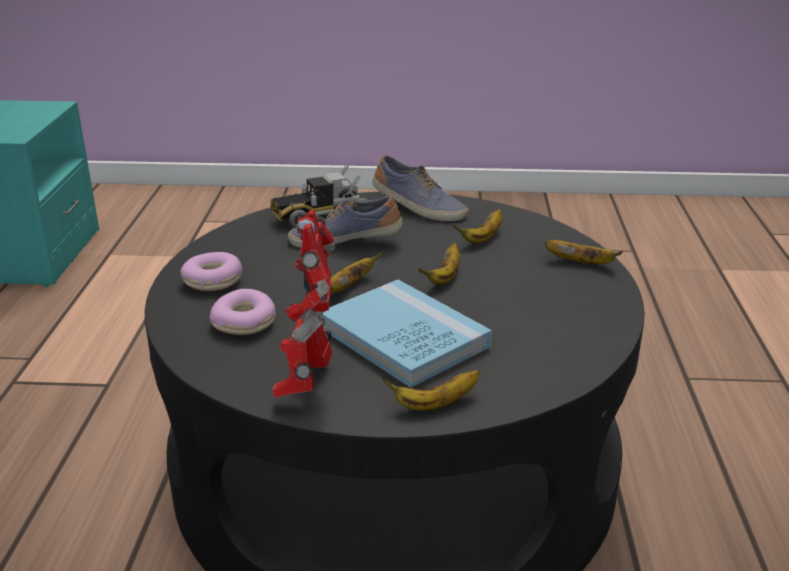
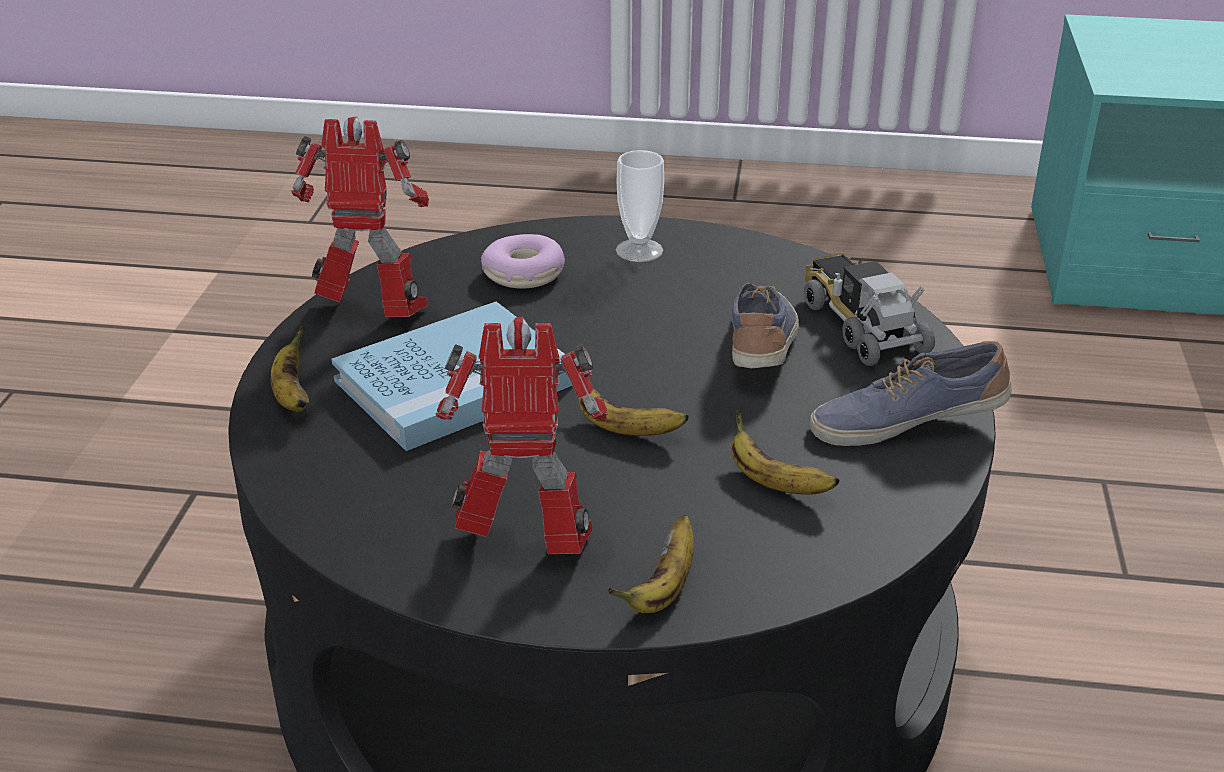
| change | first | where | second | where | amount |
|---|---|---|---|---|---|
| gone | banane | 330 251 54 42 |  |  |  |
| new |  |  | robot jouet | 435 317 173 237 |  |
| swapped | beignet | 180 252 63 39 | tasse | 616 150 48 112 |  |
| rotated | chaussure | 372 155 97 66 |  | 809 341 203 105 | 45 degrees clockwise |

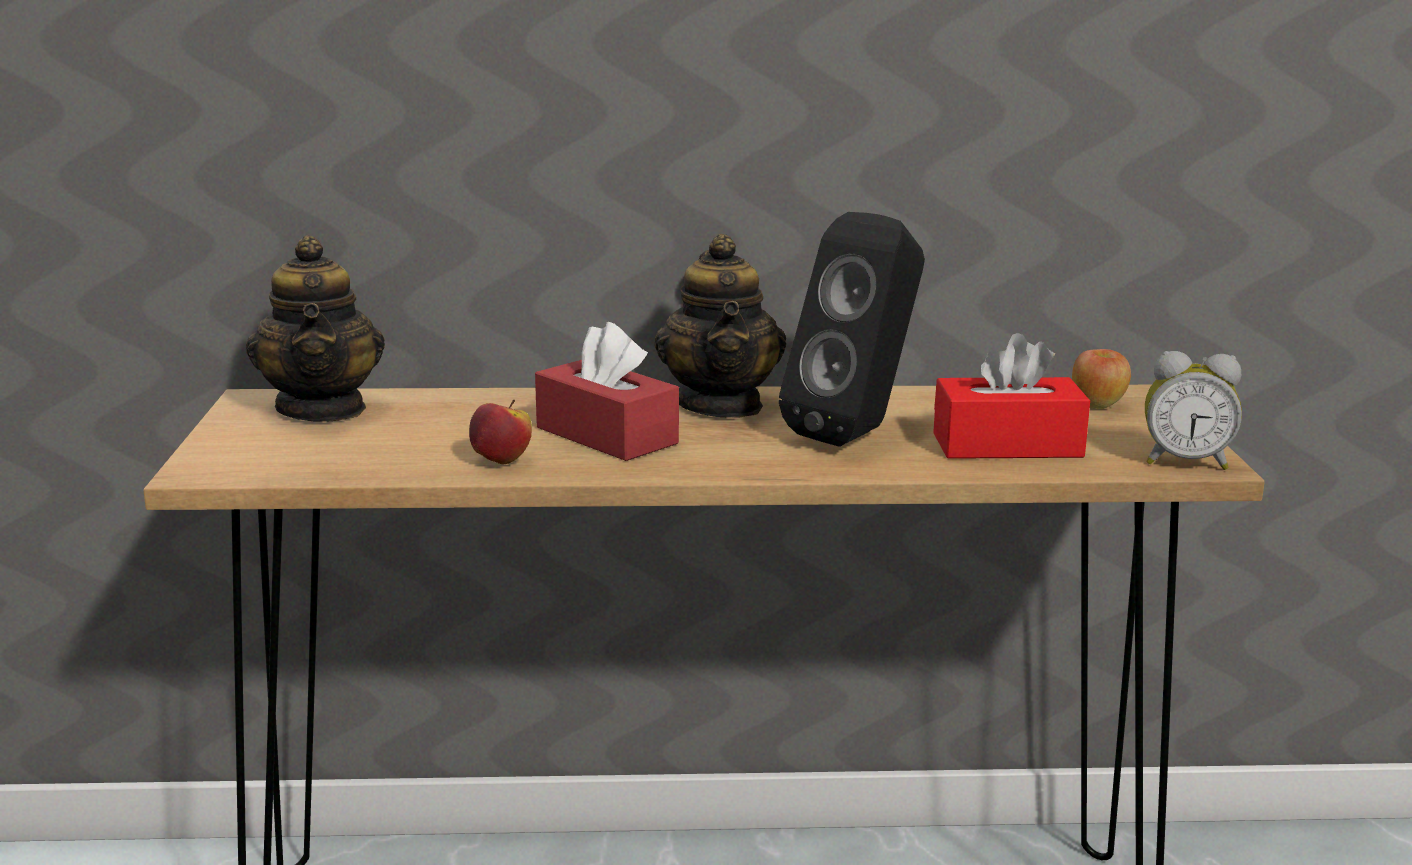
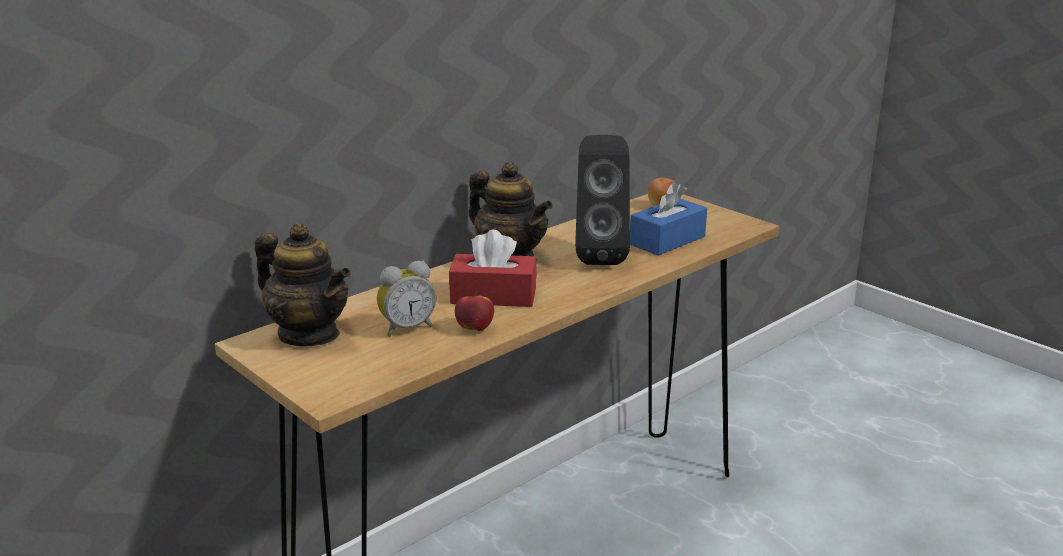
| change | first | where | second | where | amount |
|---|---|---|---|---|---|
| shifted | réveil | 1145 351 97 119 |  | 377 261 59 76 |  |
| repainted | boîte à mouchoirs (rouge) | 933 333 157 126 | boîte à mouchoirs (bleu) | 630 182 77 73 |  |

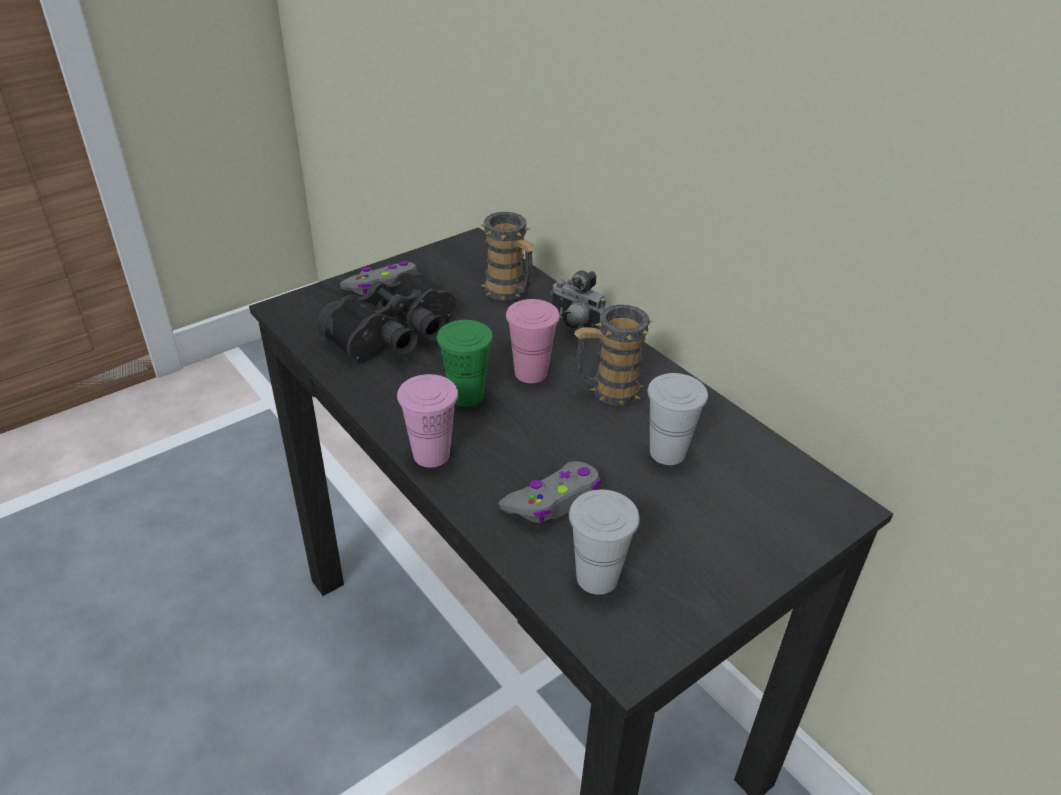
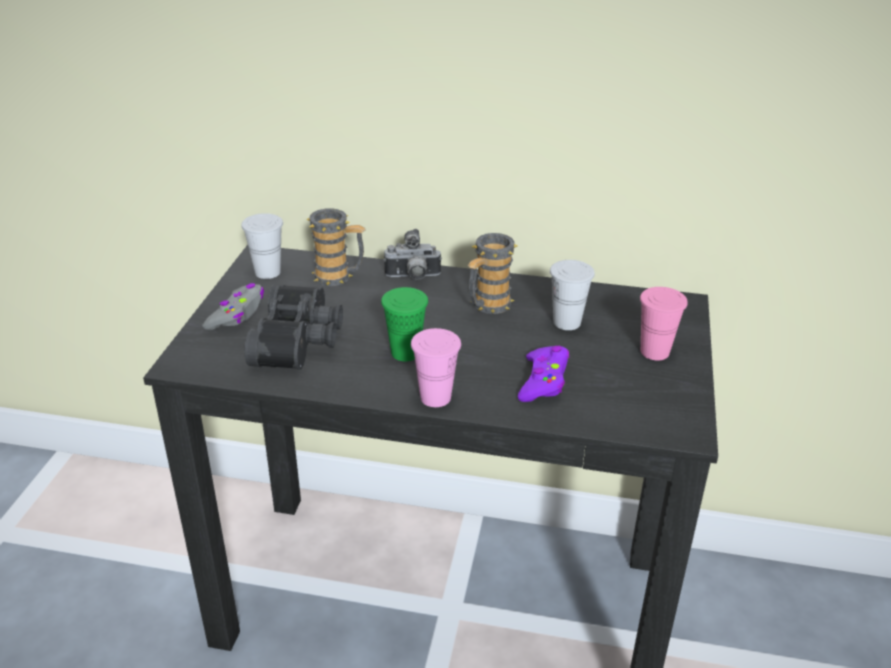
| change | first | where | second | where | amount |
|---|---|---|---|---|---|
| shifted | tasse (rose) | 506 299 54 84 |  | 640 287 48 73 |  |
| shifted | tasse (blanc) | 569 490 71 105 |  | 241 213 42 66 |  |
| repainted | manette (gris) | 498 461 103 62 | manette (violet) | 518 346 51 56 |  |

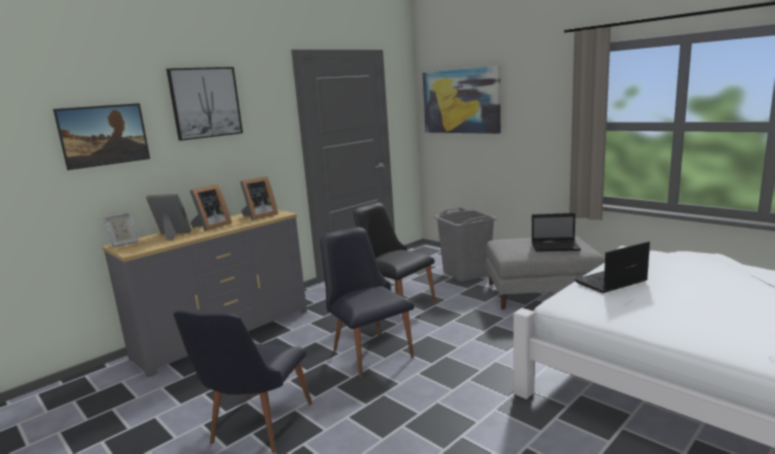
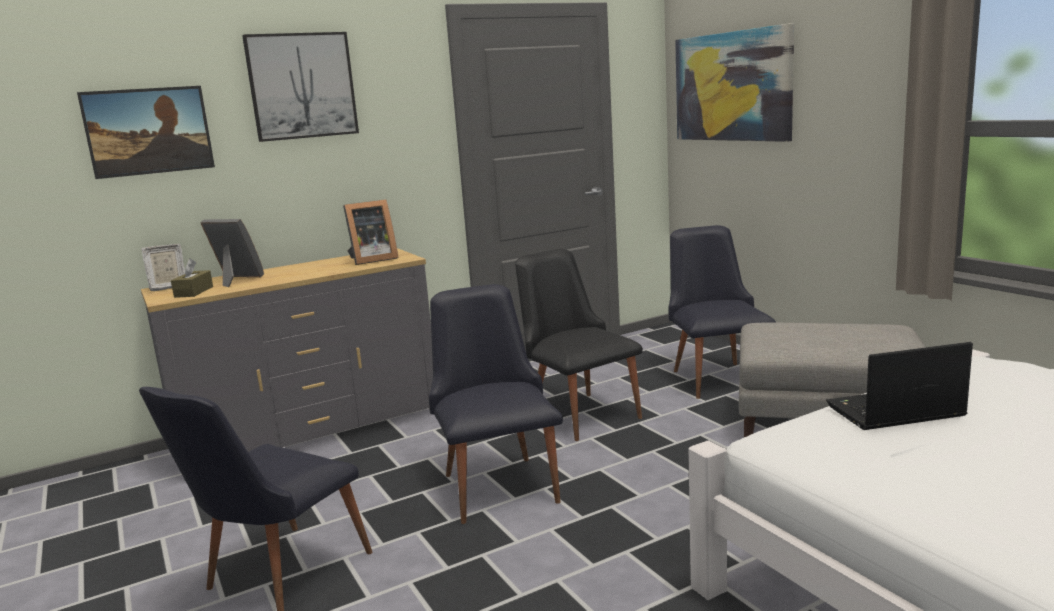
| change | first | where | second | where | amount |
|---|---|---|---|---|---|
| gone | cadre photo | 190 184 42 47 |  |  |  |
| gone | ordinateur portable | 531 213 50 39 |  |  |  |
| new |  |  | boîte à mouchoirs (marron) | 171 259 42 39 |  |
| swapped | panier à linge (gris) | 433 207 65 75 | chaise (noir) | 668 225 108 174 |  |

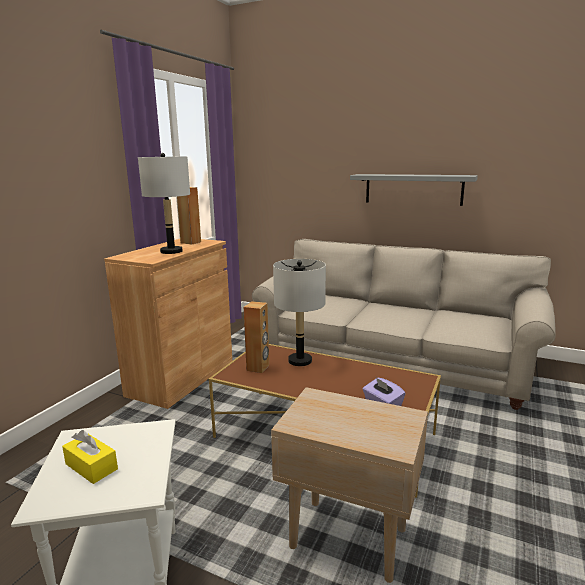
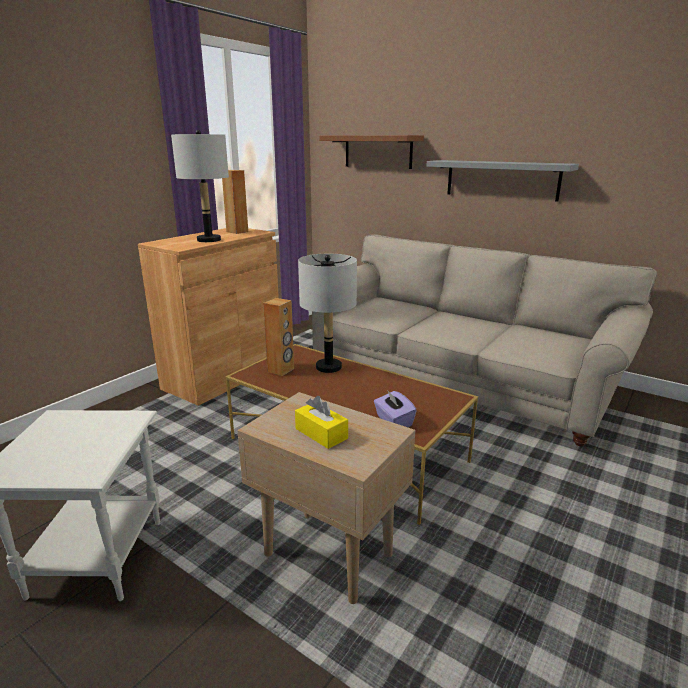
| change | first | where | second | where | amount |
|---|---|---|---|---|---|
| new |  |  | étagère (marron) | 319 135 105 34 |  |
| shifted | boîte à mouchoirs (jaune) | 62 430 56 54 |  | 295 396 53 53 |  |

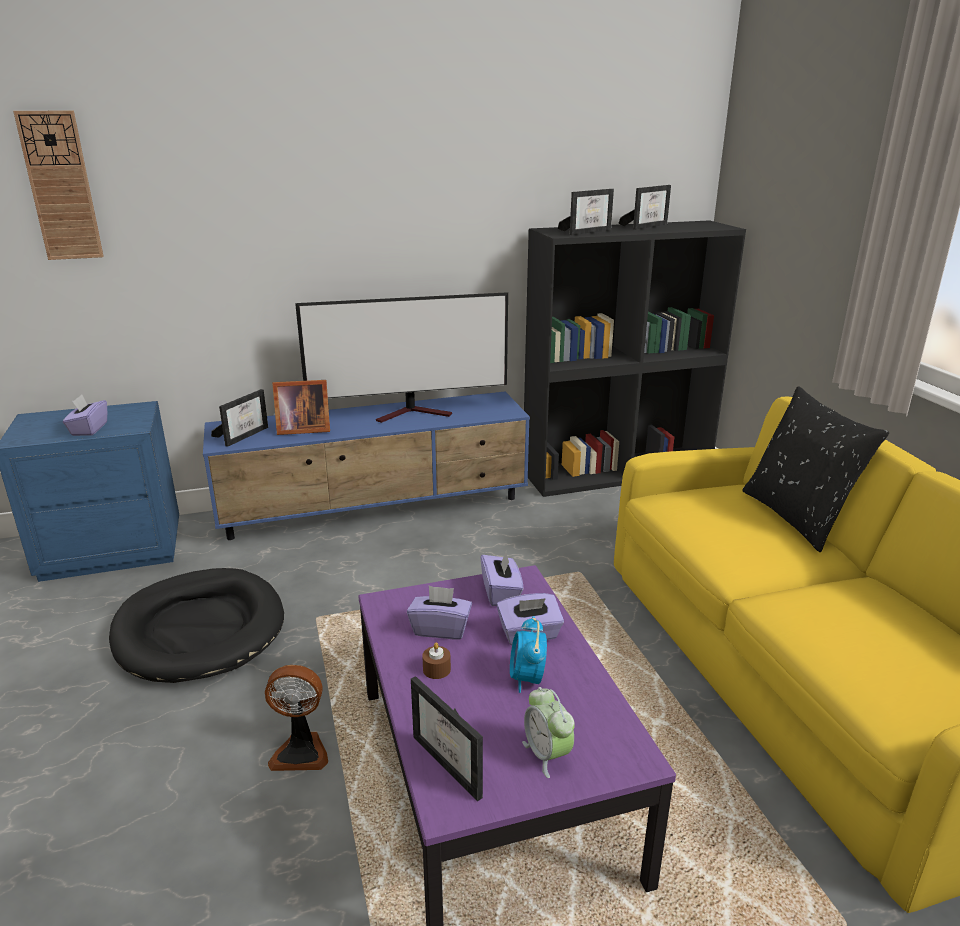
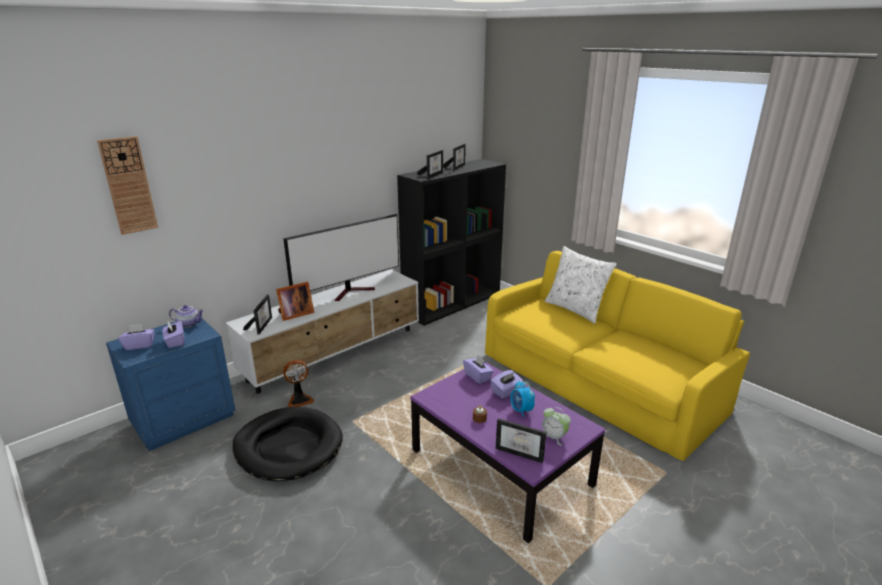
| change | first | where | second | where | amount |
|---|---|---|---|---|---|
| new |  |  | théière | 169 305 35 23 |  |
| shifted | ventilateur | 265 665 63 106 |  | 283 360 31 47 |  |
| shifted | boîte à mouchoirs (violet) | 407 586 65 53 |  | 119 324 36 26 |  |
| repainted | meuble télé (bleu) | 203 392 327 148 | meuble télé (blanc) | 226 269 193 125 |  |
| repainted | coussin (noir) | 742 386 147 166 | coussin (blanc) | 545 246 72 78 |  |

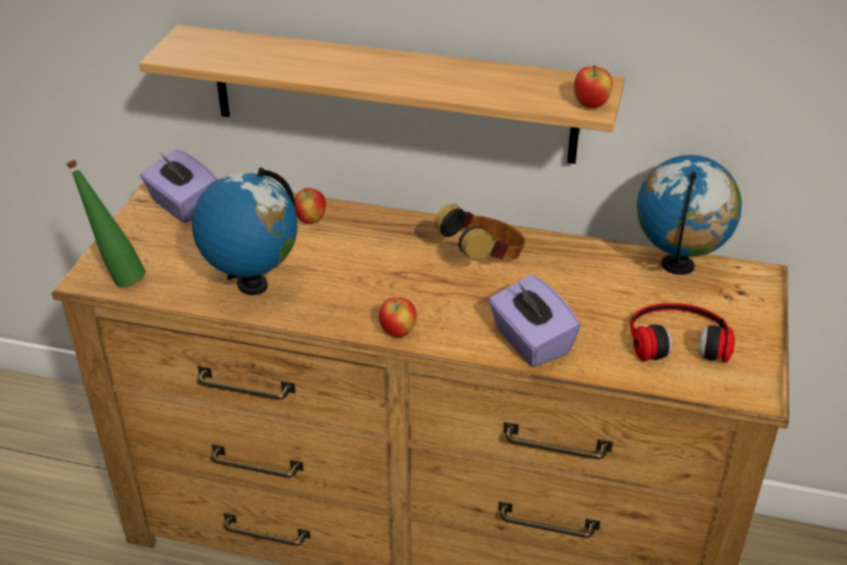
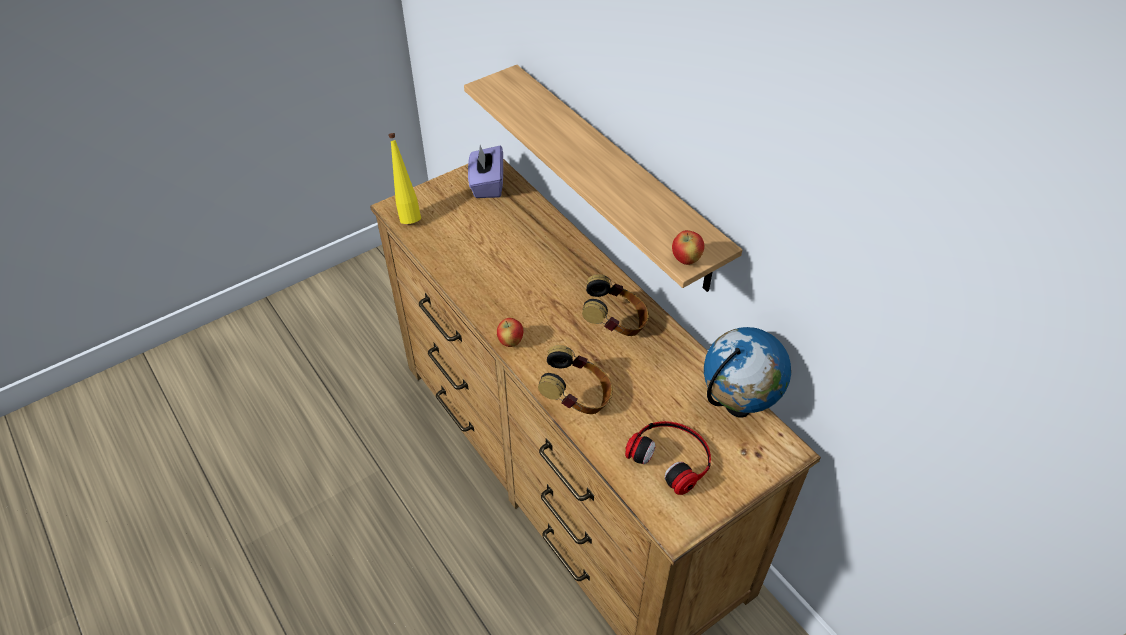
| change | first | where | second | where | amount |
|---|---|---|---|---|---|
| gone | globe | 192 167 106 128 |  |  |  |
| gone | pomme | 295 188 31 36 |  |  |  |
| swapped | boîte à mouchoirs (violet) | 488 275 93 92 | casque audio | 538 345 75 69 |  |
| repainted | bouteille (vert) | 66 160 80 127 | bouteille (jaune) | 388 133 33 91 |  |

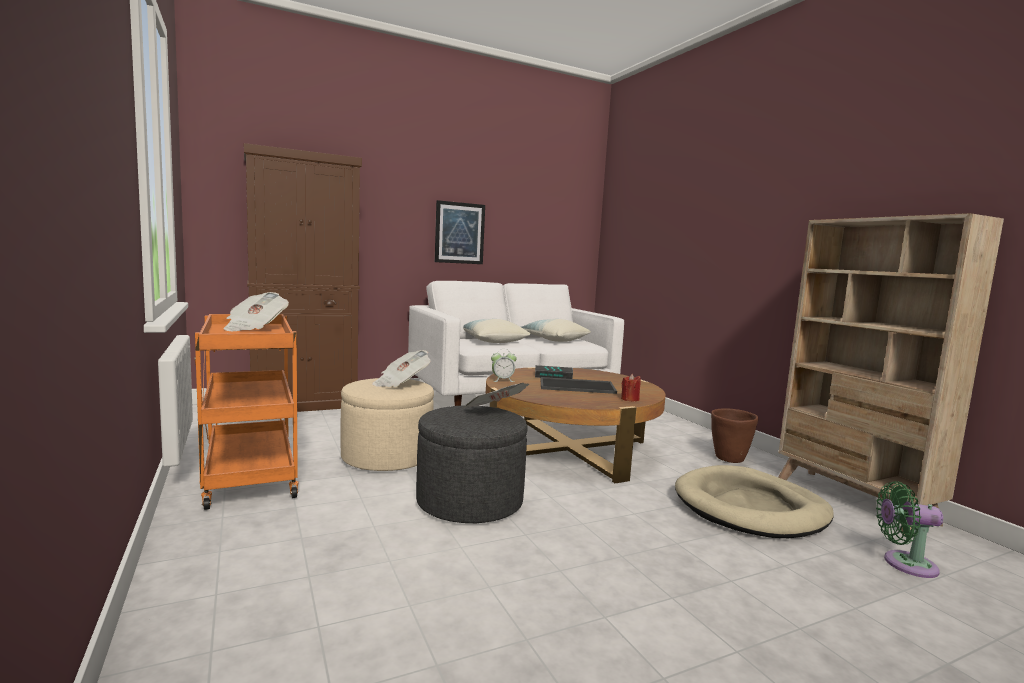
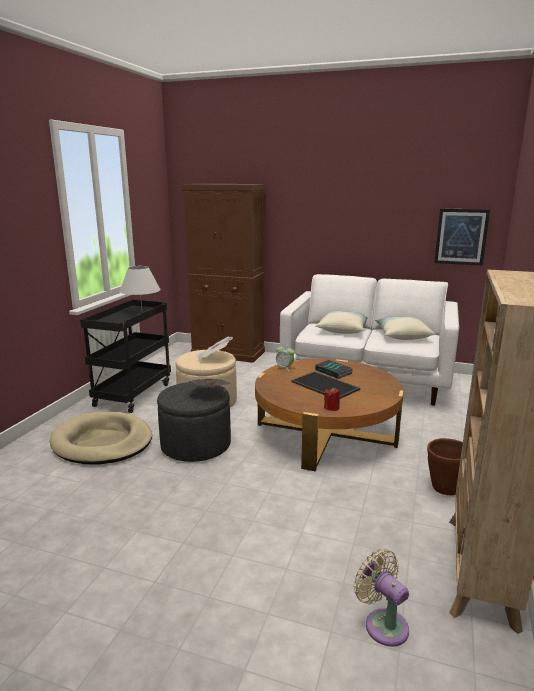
| change | first | where | second | where | amount |
|---|---|---|---|---|---|
| shifted | tableau | 435 200 50 64 |  | 434 208 56 58 |  |
| shifted | panier pour chien (beige) | 675 465 159 73 |  | 50 412 102 53 |  |
| swapped | journal | 223 292 66 39 | lampe de table (blanc) | 120 266 41 43 |  |
| repainted | chariot (orange) | 194 314 105 196 | chariot (noir) | 80 299 91 114 |  |
| repainted | ventilateur (vert) | 876 481 67 97 | ventilateur (beige) | 353 549 56 98 |  |

